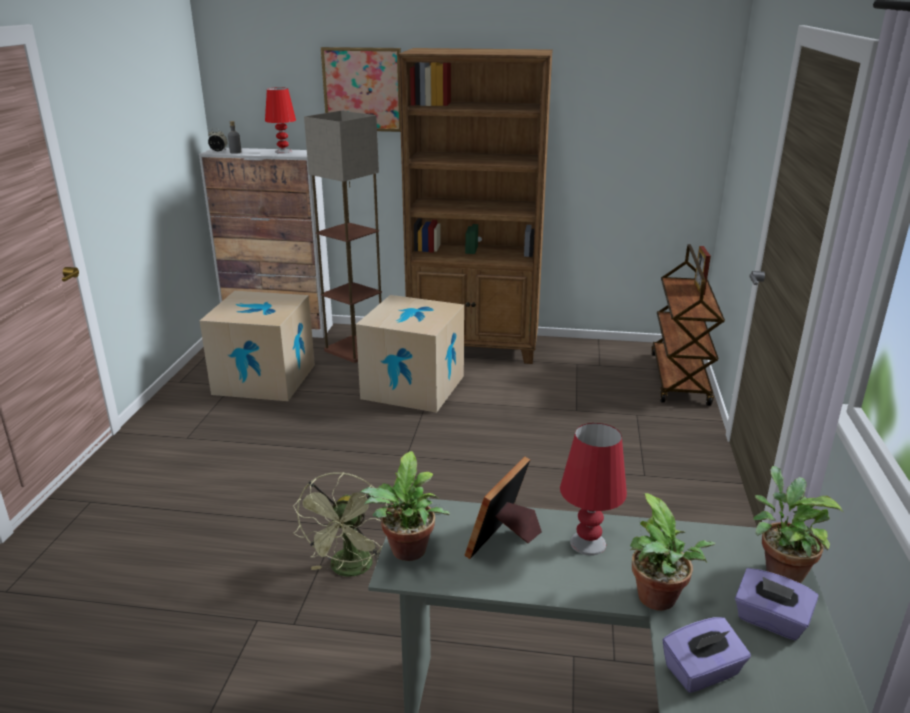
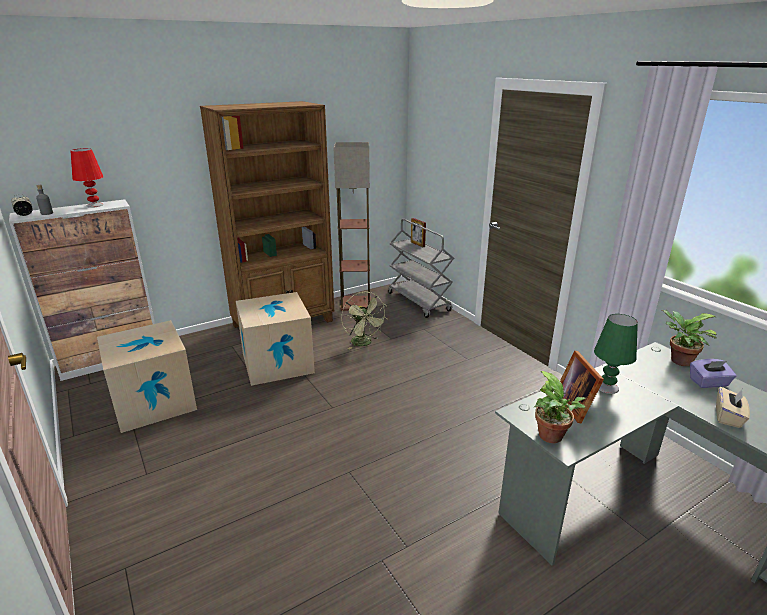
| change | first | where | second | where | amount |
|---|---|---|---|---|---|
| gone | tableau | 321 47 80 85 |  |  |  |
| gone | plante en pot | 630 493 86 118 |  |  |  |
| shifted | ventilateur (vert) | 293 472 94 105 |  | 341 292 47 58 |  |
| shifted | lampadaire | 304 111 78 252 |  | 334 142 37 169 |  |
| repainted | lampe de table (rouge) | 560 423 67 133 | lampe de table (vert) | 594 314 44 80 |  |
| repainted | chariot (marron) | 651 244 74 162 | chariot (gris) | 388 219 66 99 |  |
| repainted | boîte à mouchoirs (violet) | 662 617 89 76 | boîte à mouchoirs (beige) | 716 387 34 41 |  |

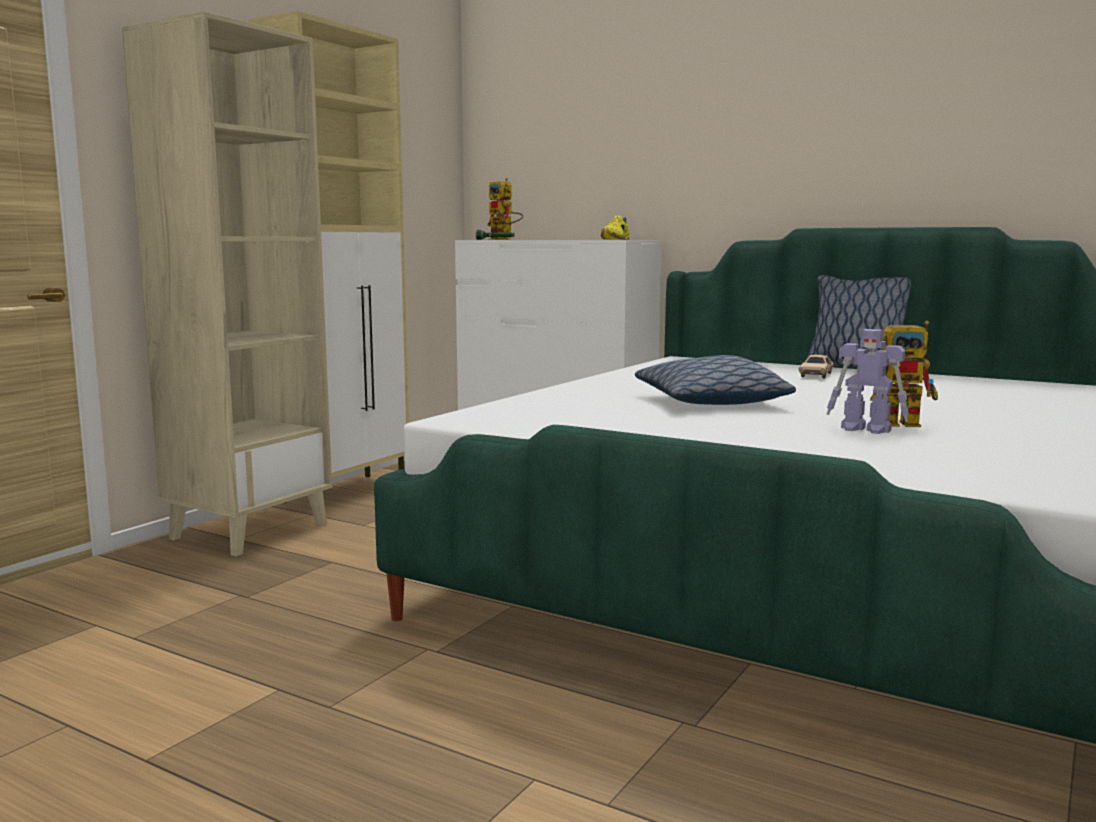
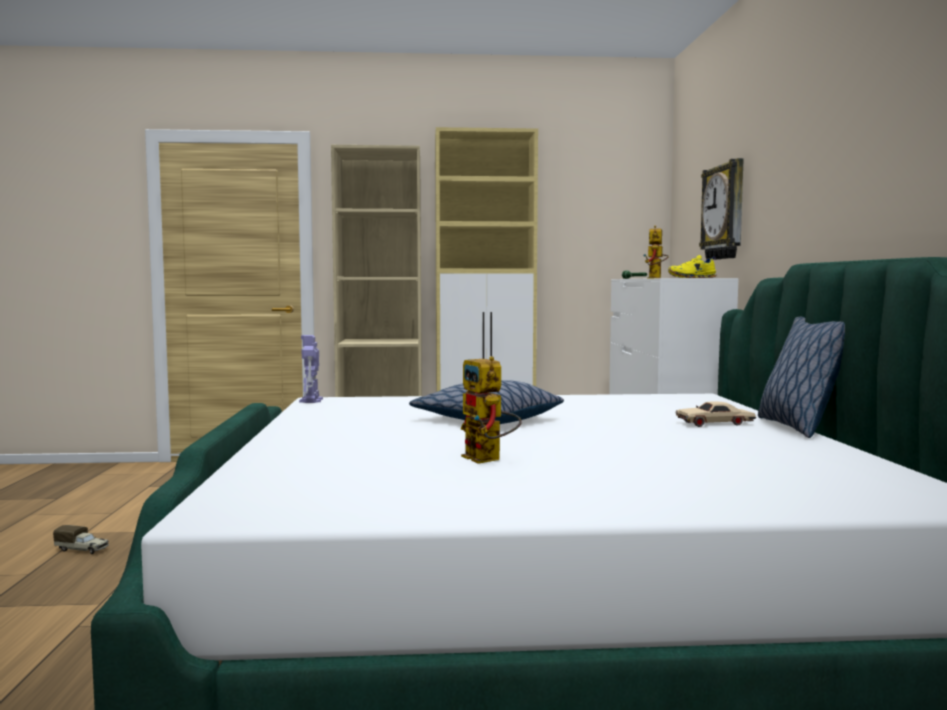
| change | first | where | second | where | amount |
|---|---|---|---|---|---|
| new |  |  | camion jouet | 53 525 56 29 |  |
| new |  |  | horloge murale | 699 158 45 102 |  |
| shifted | robot jouet | 827 329 82 105 |  | 299 335 24 68 |  |

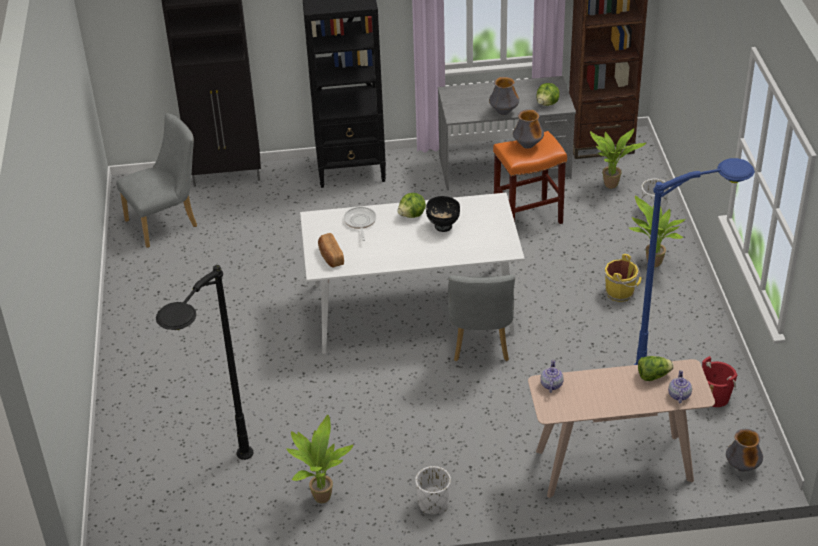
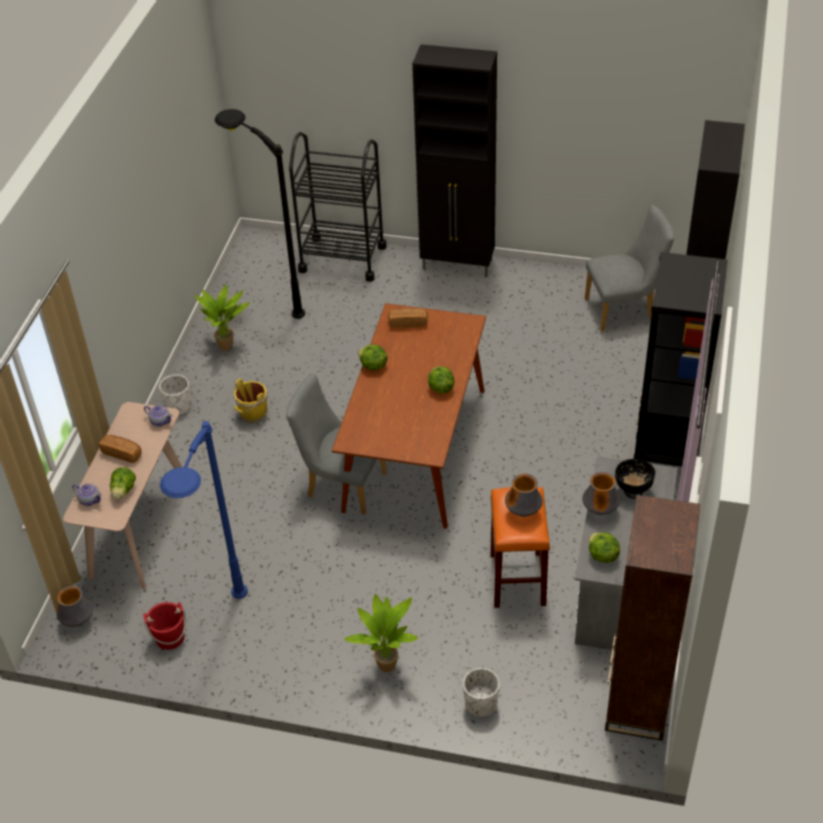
| change | first | where | second | where | amount |
|---|---|---|---|---|---|
| gone | poêle | 344 207 32 34 |  |  |  |
| gone | plante en pot | 590 128 56 61 |  |  |  |
| new |  |  | pain | 99 435 43 28 |  |
| new |  |  | chariot (noir) | 289 132 98 150 |  |
| new |  |  | laitue | 358 344 29 26 |  |
| new |  |  | meuble de rangement (noir) | 412 44 85 233 |  |
| shifted | bol (noir) | 426 196 34 36 |  | 615 459 40 40 |  |
| shifted | seau (jaune) | 605 254 37 48 |  | 232 379 36 44 |  |
| repainted | table à manger (blanc) | 300 193 225 161 | table à manger (marron) | 332 303 154 226 |  |
| rotated | chaise (gris) | 116 113 81 135 |  | 585 205 90 127 | 90 degrees counterclockwise |

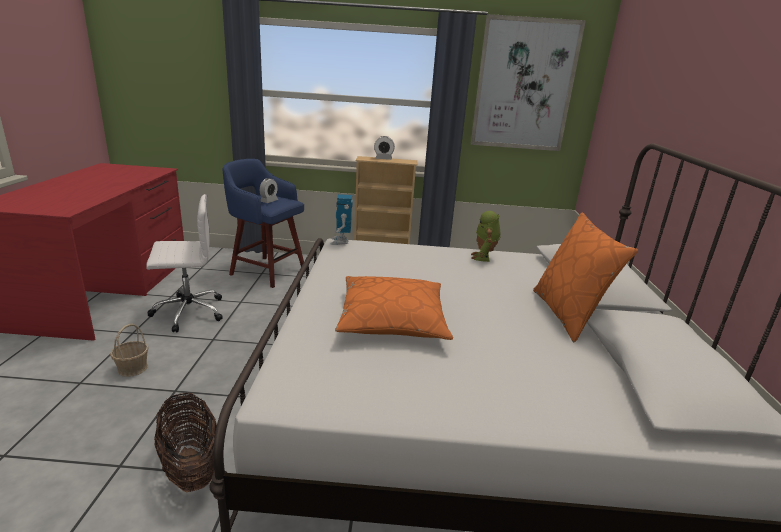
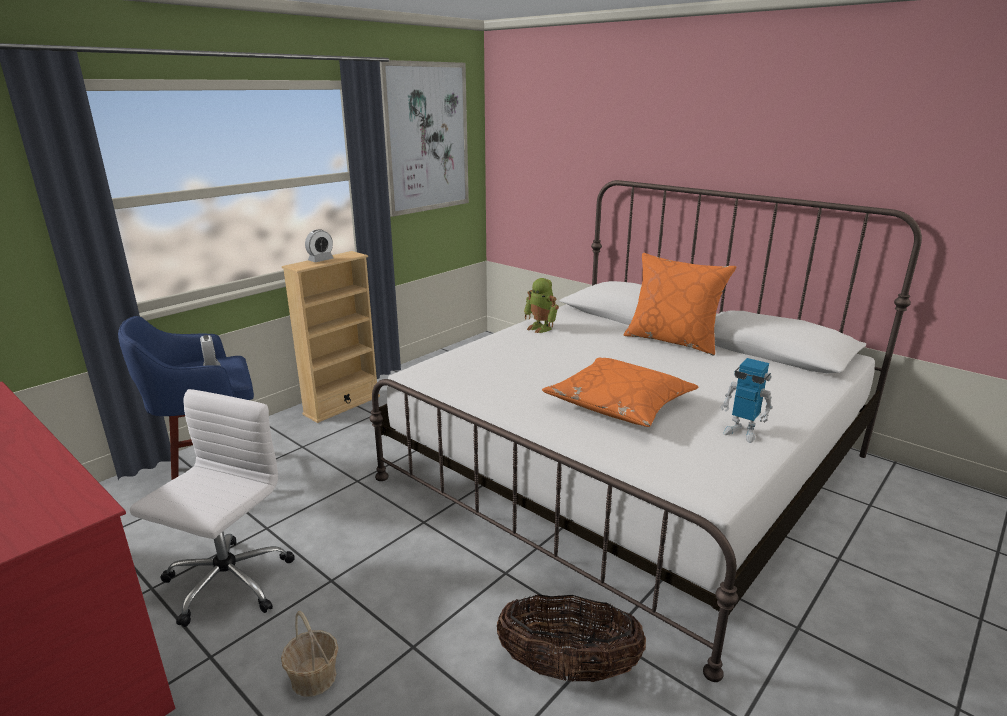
| change | first | where | second | where | amount |
|---|---|---|---|---|---|
| shifted | robot jouet | 331 194 22 51 |  | 721 358 52 85 |  |

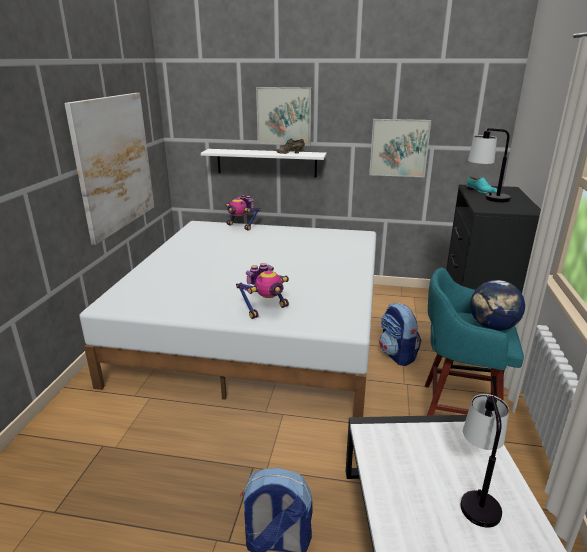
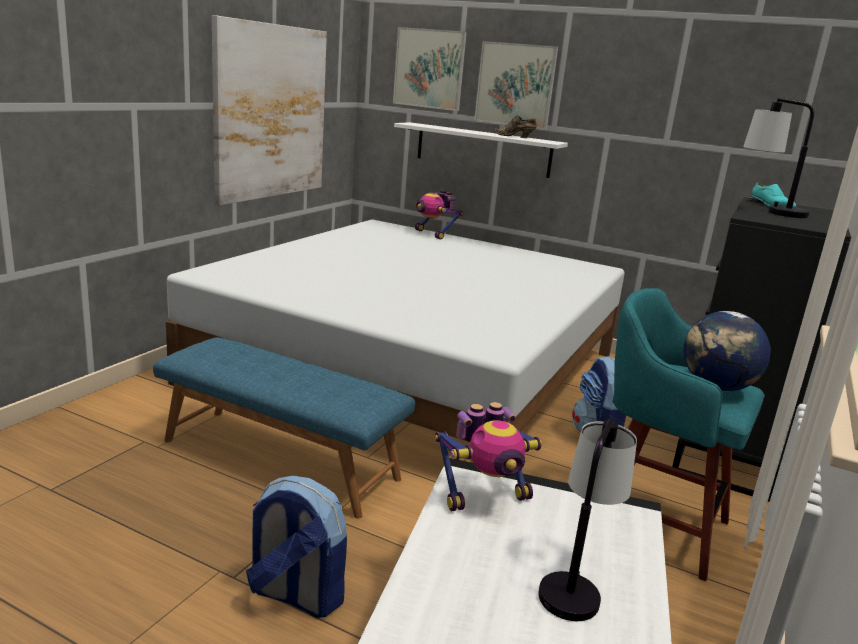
| change | first | where | second | where | amount |
|---|---|---|---|---|---|
| new |  |  | banc (bleu) | 153 337 262 182 |  |
| shifted | robot jouet | 236 263 53 56 |  | 435 402 107 109 |  |
| shifted | tableau | 369 119 62 58 |  | 393 27 74 84 |  |

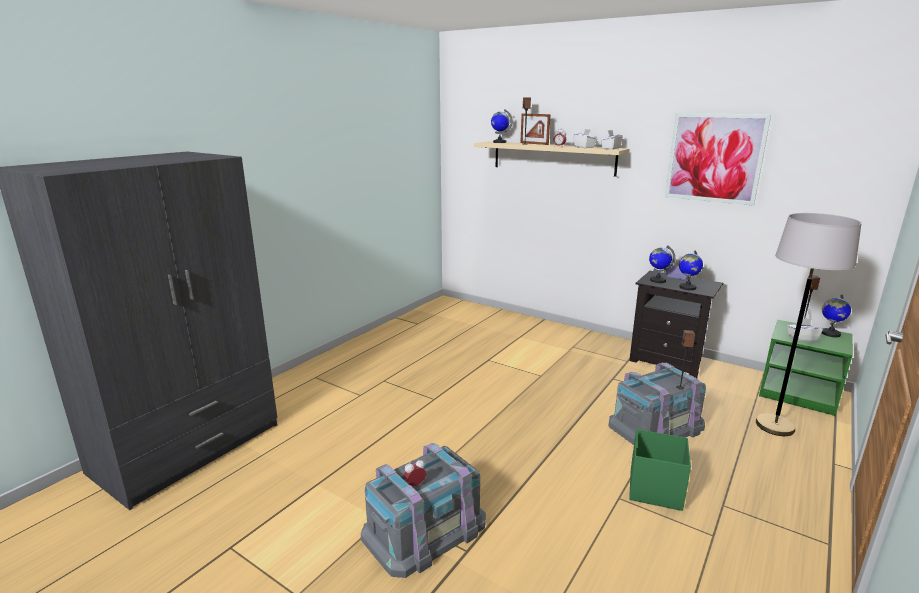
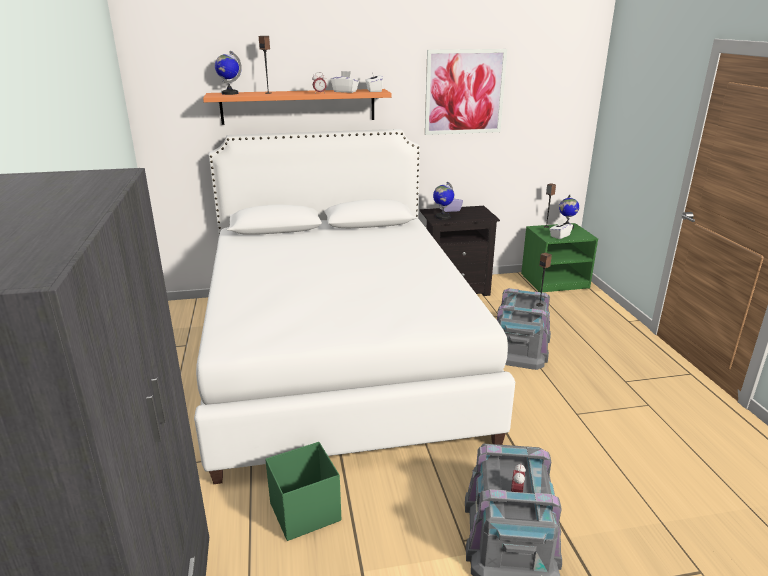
| change | first | where | second | where | amount |
|---|---|---|---|---|---|
| gone | cadre photo | 520 114 30 31 |  |  |  |
| gone | globe | 679 250 24 40 |  |  |  |
| gone | lampadaire (gris) | 756 213 106 223 |  |  |  |
| new |  |  | lit (blanc) | 194 129 321 355 |  |
| shifted | boîte de rangement (vert) | 629 429 62 82 |  | 265 442 76 99 |  |
| repainted | étagère (beige) | 474 141 156 36 | étagère (orange) | 203 89 189 36 |  |

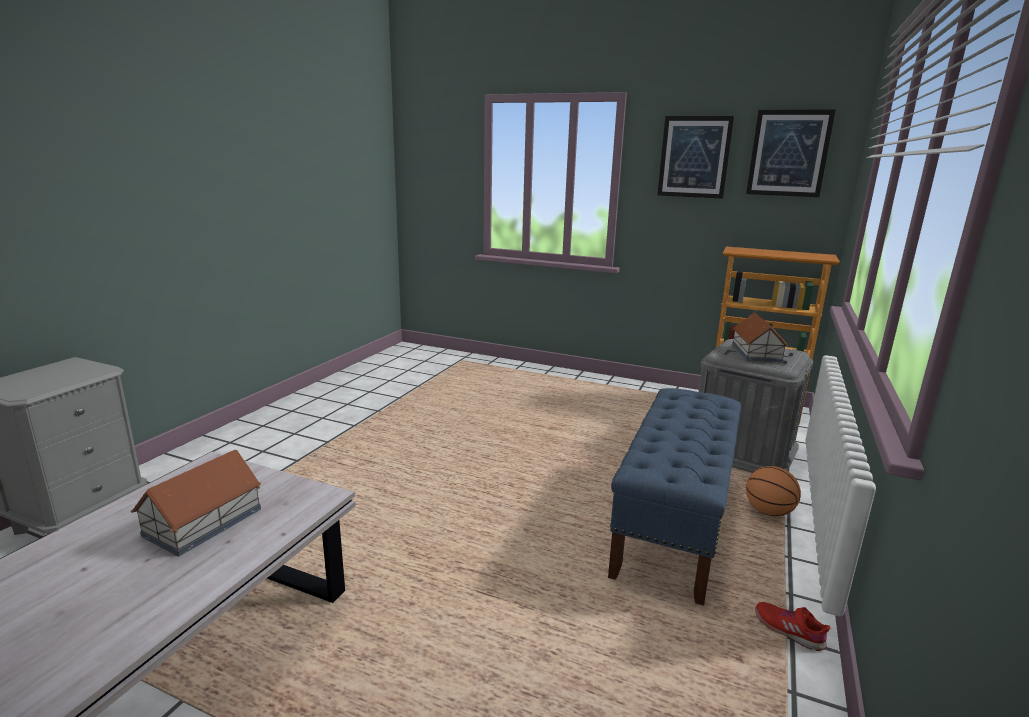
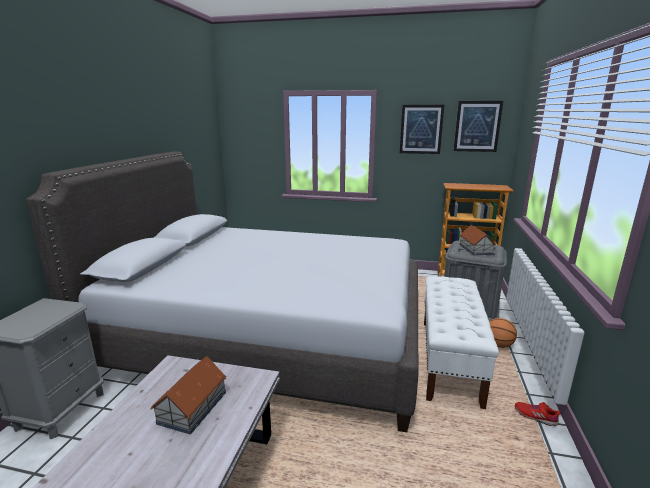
| change | first | where | second | where | amount |
|---|---|---|---|---|---|
| new |  |  | lit (gris) | 26 152 392 280 |  |
| repainted | banc (bleu) | 608 388 133 218 | banc (blanc) | 424 276 75 133 |  |

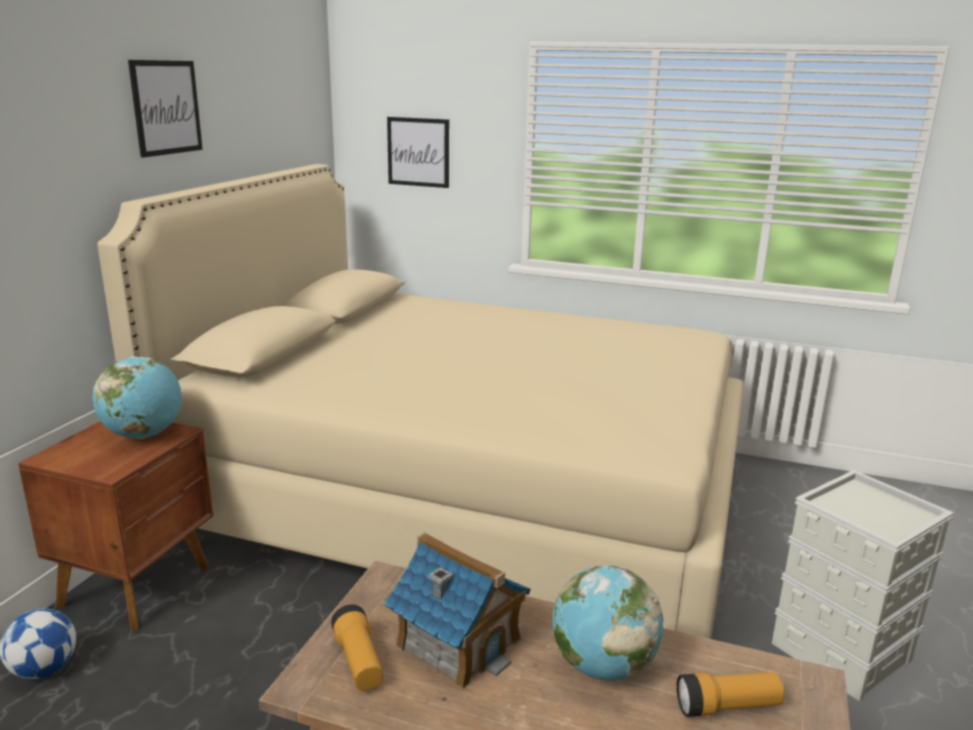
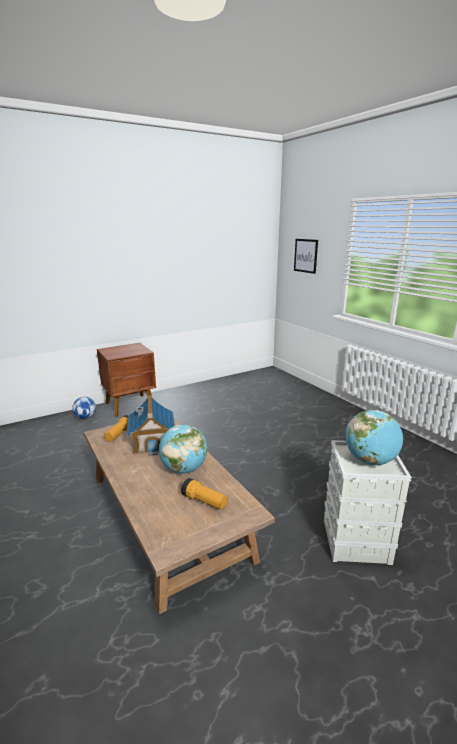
| change | first | where | second | where | amount |
|---|---|---|---|---|---|
| gone | lit (beige) | 97 164 647 475 |  |  |  |
| gone | tableau | 128 60 75 98 |  |  |  |
| shifted | globe | 93 356 89 83 |  | 345 410 58 55 |  |

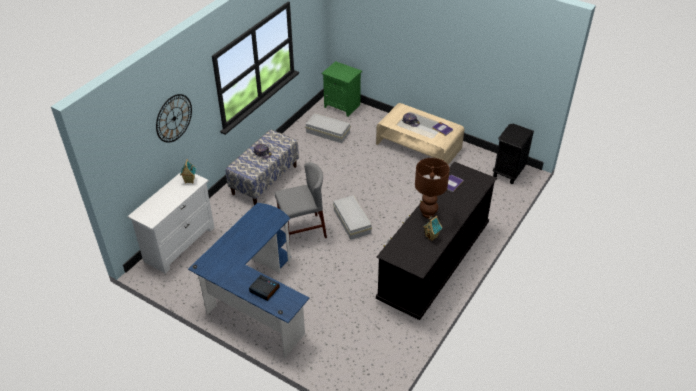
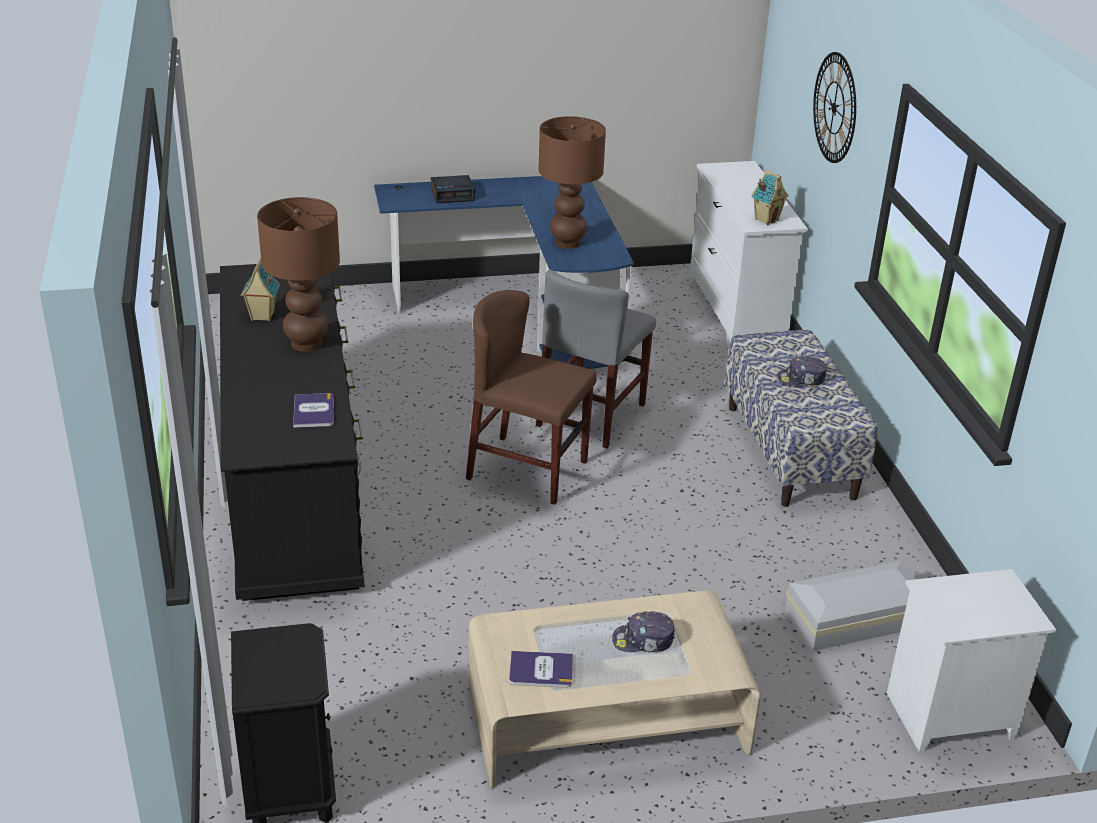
| change | first | where | second | where | amount |
|---|---|---|---|---|---|
| new |  |  | lampe de table (marron) | 538 116 68 133 |  |
| swapped | boîte de rangement (blanc) | 333 195 39 45 | chaise (marron) | 466 290 131 215 |  |
| repainted | table de chevet (vert) | 322 61 40 55 | table de chevet (blanc) | 887 569 169 183 |  |

